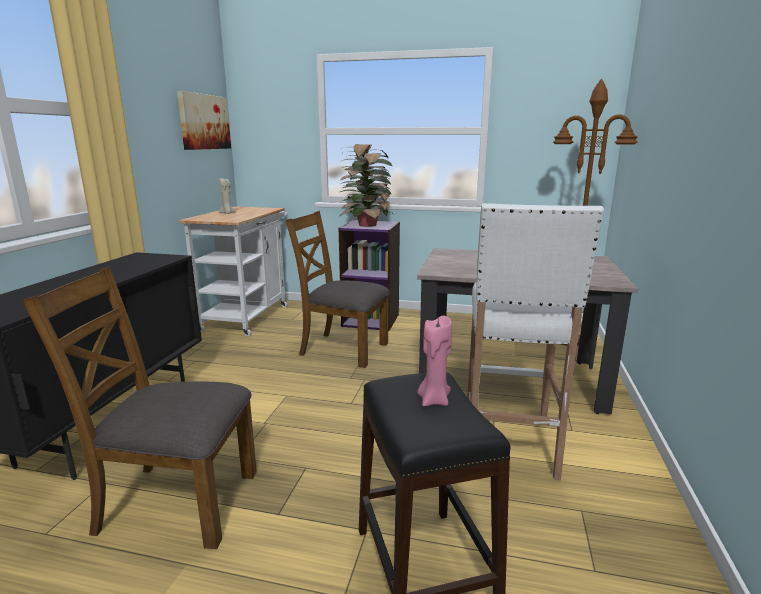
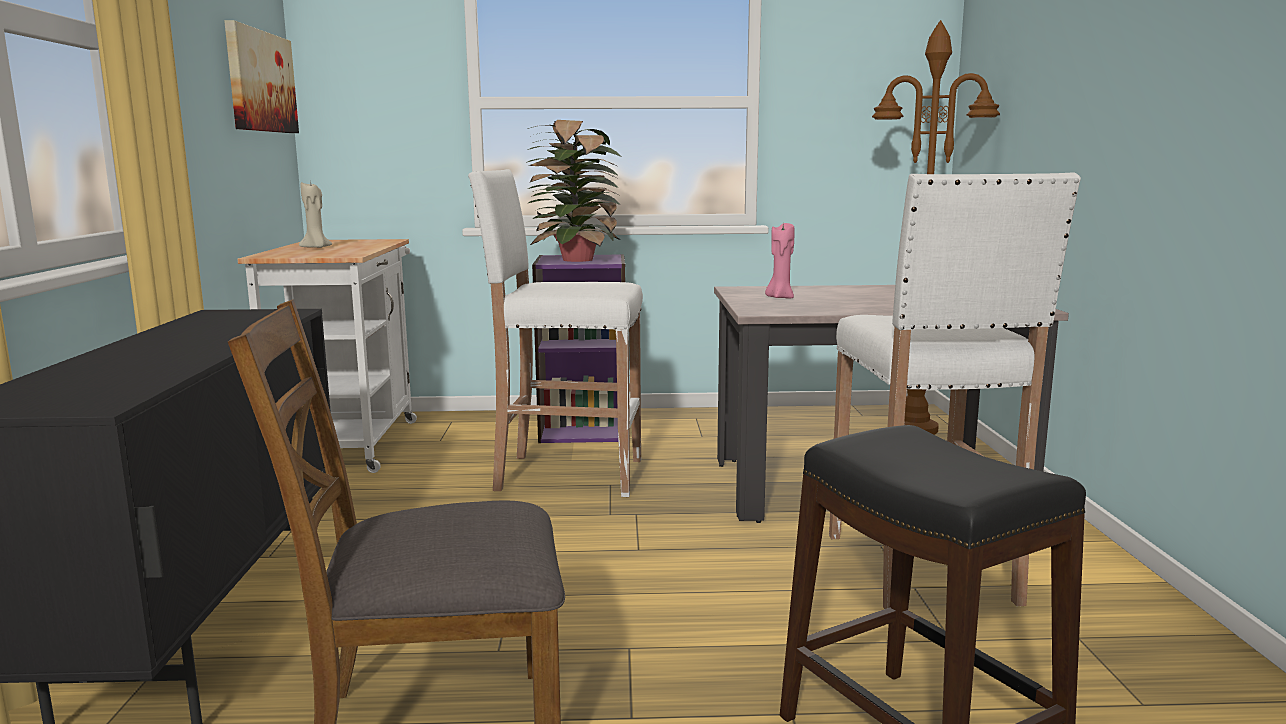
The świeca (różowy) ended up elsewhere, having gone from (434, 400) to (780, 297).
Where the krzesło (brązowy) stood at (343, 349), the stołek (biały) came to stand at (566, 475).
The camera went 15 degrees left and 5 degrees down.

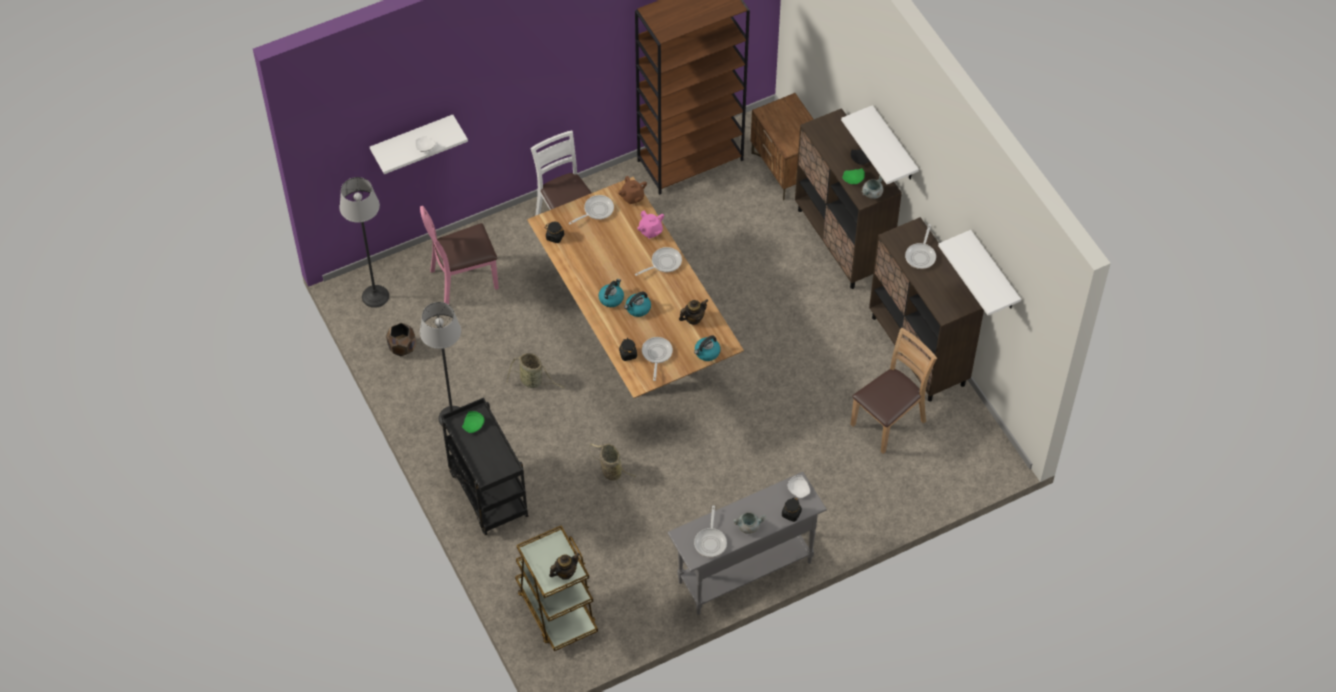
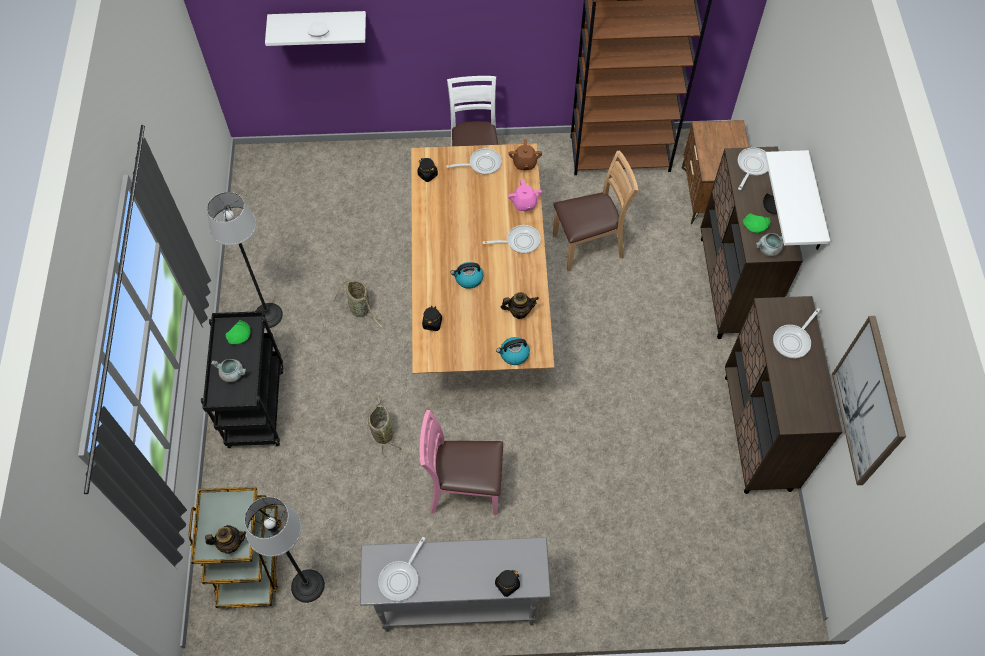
The second view lost the donica (brązowy) at (402, 347).
The second view lost the czajnik at (611, 298).
The second view lost the talerz (biały) at (799, 489).
The lampa stojąca ended up elsewhere, having gone from (375, 296) to (308, 585).
The krzesło (różowy) ended up elsewhere, having gone from (463, 280) to (464, 488).
The patelnia ended up elsewhere, having gone from (656, 355) to (752, 166).
The garnek (szary) ended up elsewhere, having gone from (748, 526) to (233, 373).
The krzesło (brązowy) ended up elsewhere, having gone from (888, 422) to (588, 245).
Where the półka (biały) hung at (994, 272), the obraz came to hang at (869, 402).
The camera went 25 degrees right and 5 degrees up.

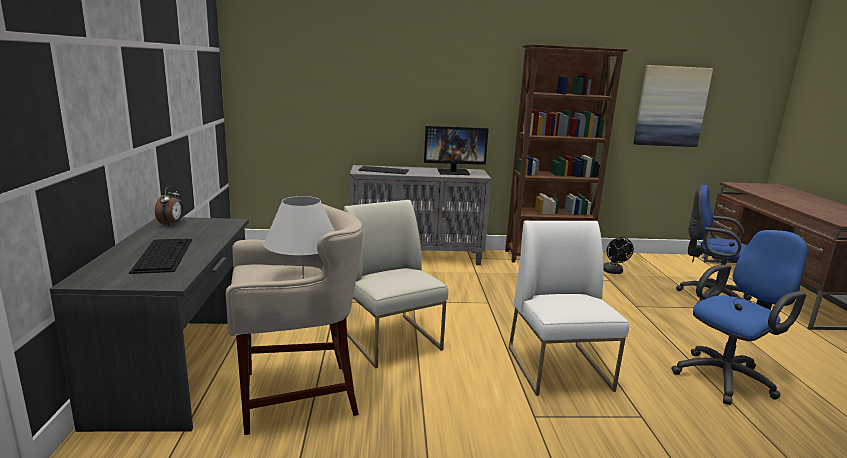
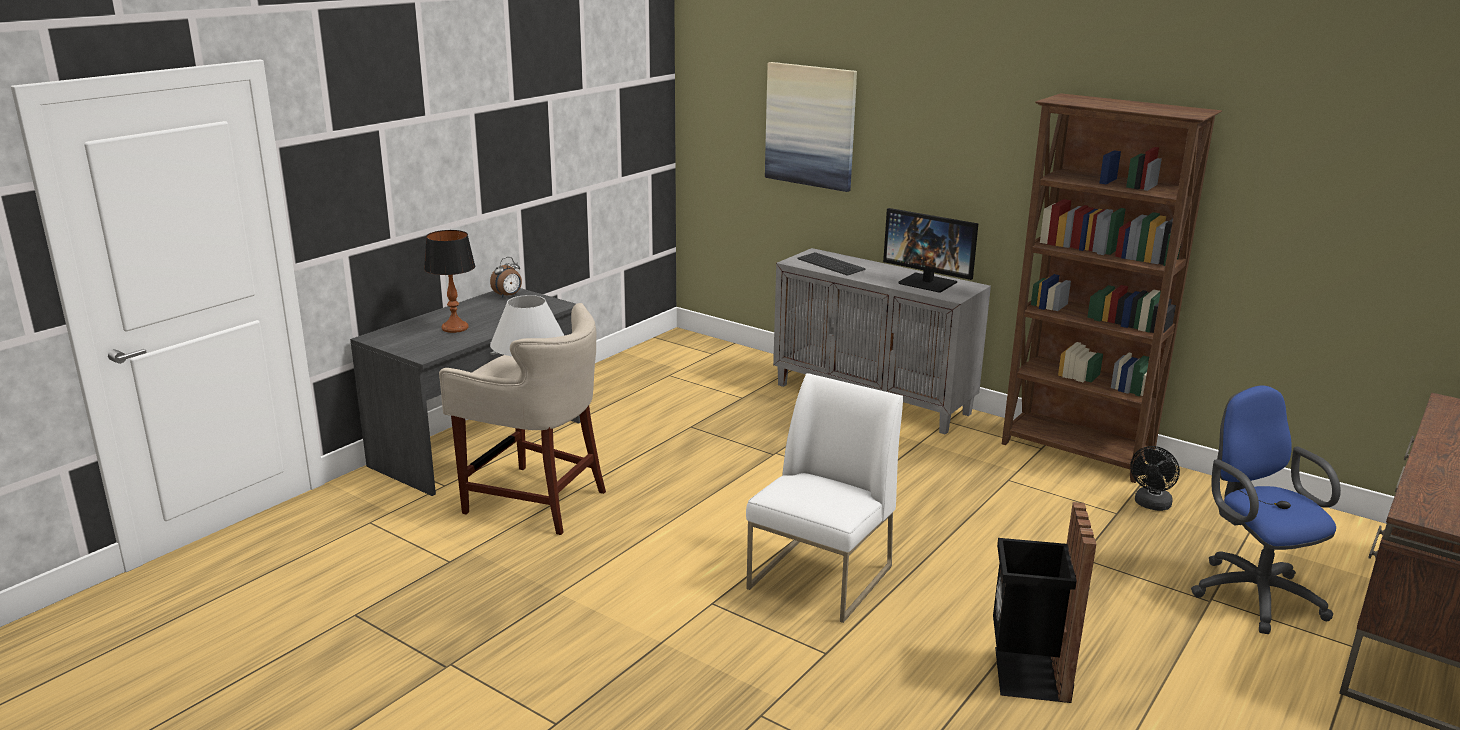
The second view lost the krzesło (biały) at (392, 340).
The obraz ended up elsewhere, having gone from (671, 106) to (810, 126).
Where the klawiatura stood at (163, 255), the lampa stołowa came to stand at (455, 328).
Where the krzesło biurowe (niebieski) stood at (727, 377), the kosz na śmieci (czarny) came to stand at (1027, 674).
The camera went 40 degrees right and 5 degrees up.

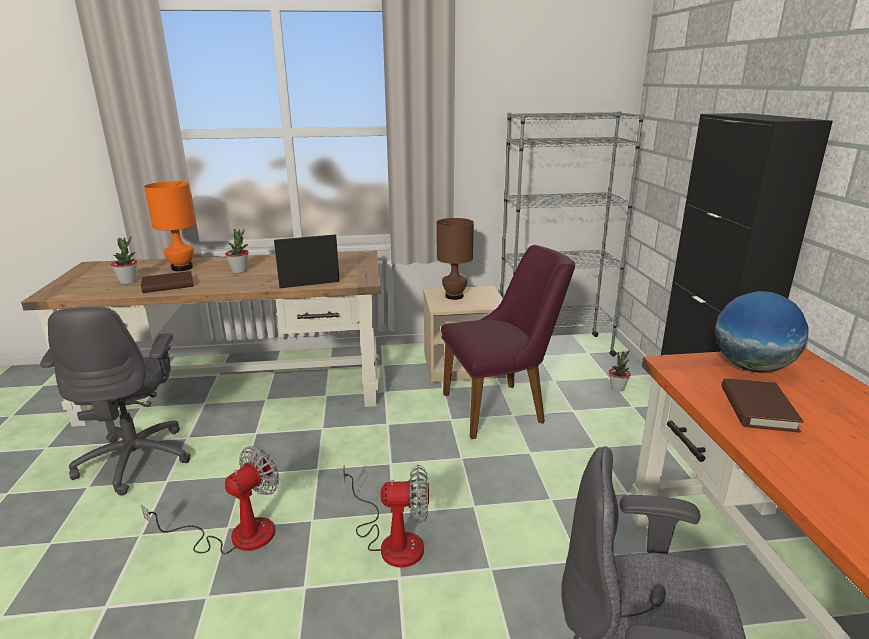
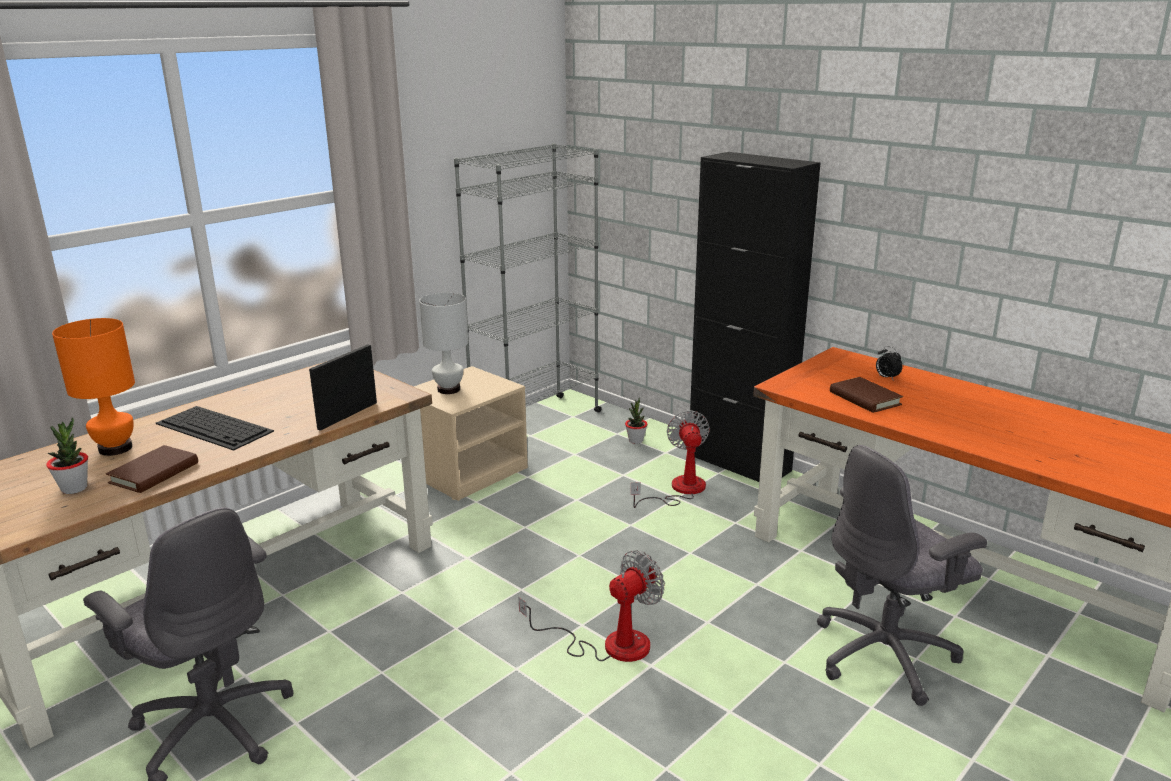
The second view lost the krzesło (fioletowy) at (502, 407).
The second view lost the globus at (751, 367).
The second view gained the budzik at (886, 378).
The wentylator ended up elsewhere, having gone from (236, 535) to (679, 490).
Where the roślina doniczkowa stood at (239, 271), the klawiatura came to stand at (215, 427).
What was the lampa stołowa (brązowy) at (454, 296) turned into the lampa stołowa (biały) at (448, 389).
The camera went 40 degrees left and 0 degrees up.

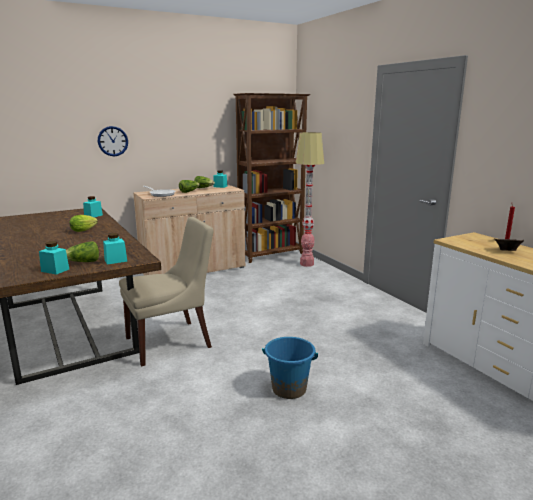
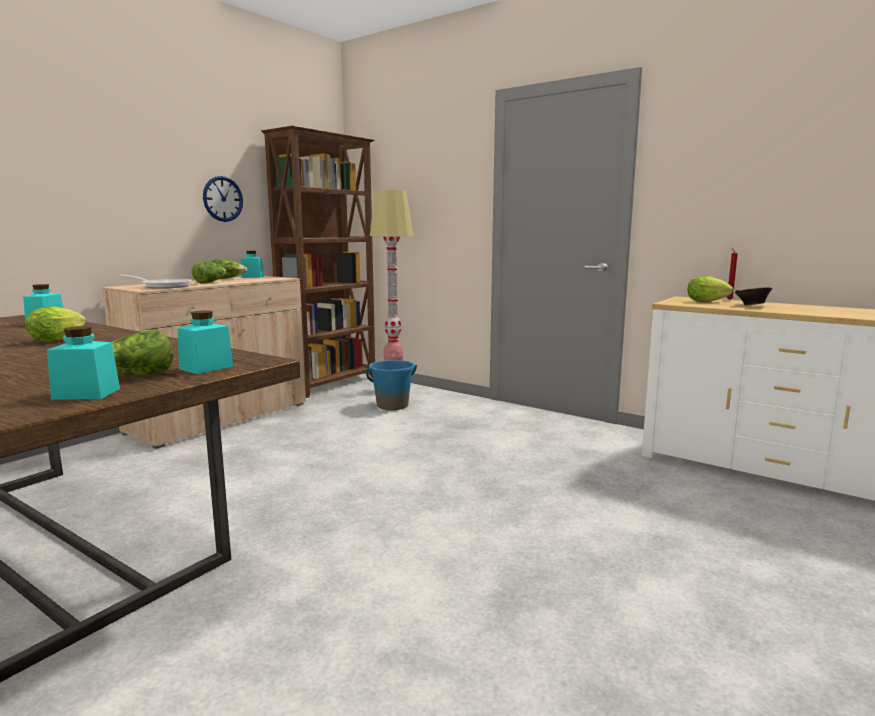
The second view lost the krzesło (beżowy) at (171, 342).
The second view gained the sałata at (709, 302).
The zegar ścienny ended up elsewhere, having gone from (113, 141) to (223, 199).
The wiadro (niebieski) ended up elsewhere, having gone from (289, 389) to (392, 405).
The camera went 25 degrees left and 5 degrees down.

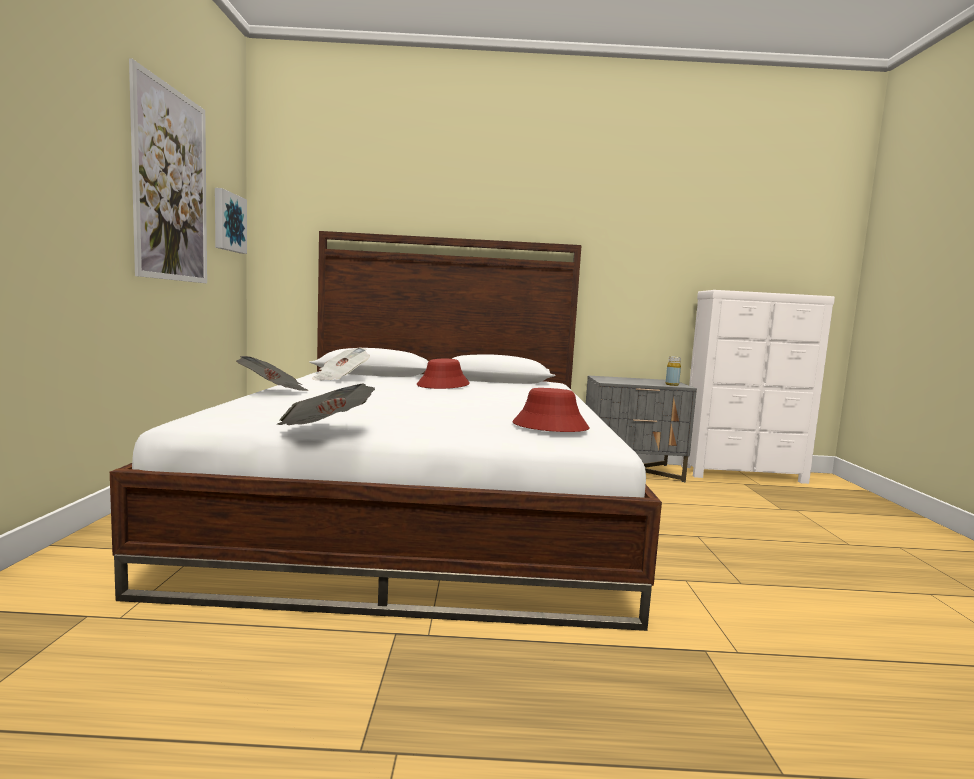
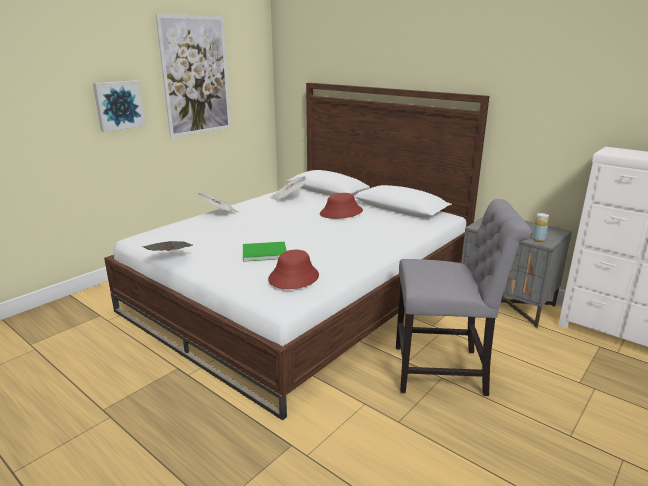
The second view gained the książka (zielony) at (263, 252).
The second view gained the krzesło (szary) at (445, 371).
The obraz ended up elsewhere, having gone from (228, 222) to (118, 105).
The camera went 40 degrees right and 15 degrees up.

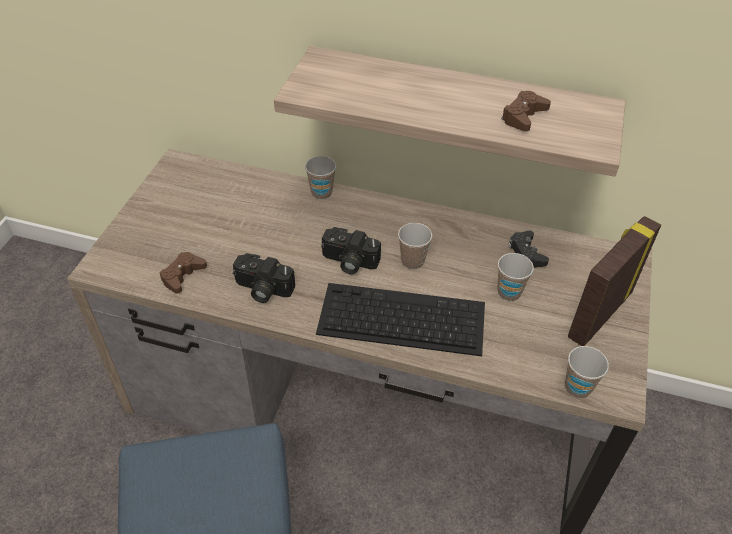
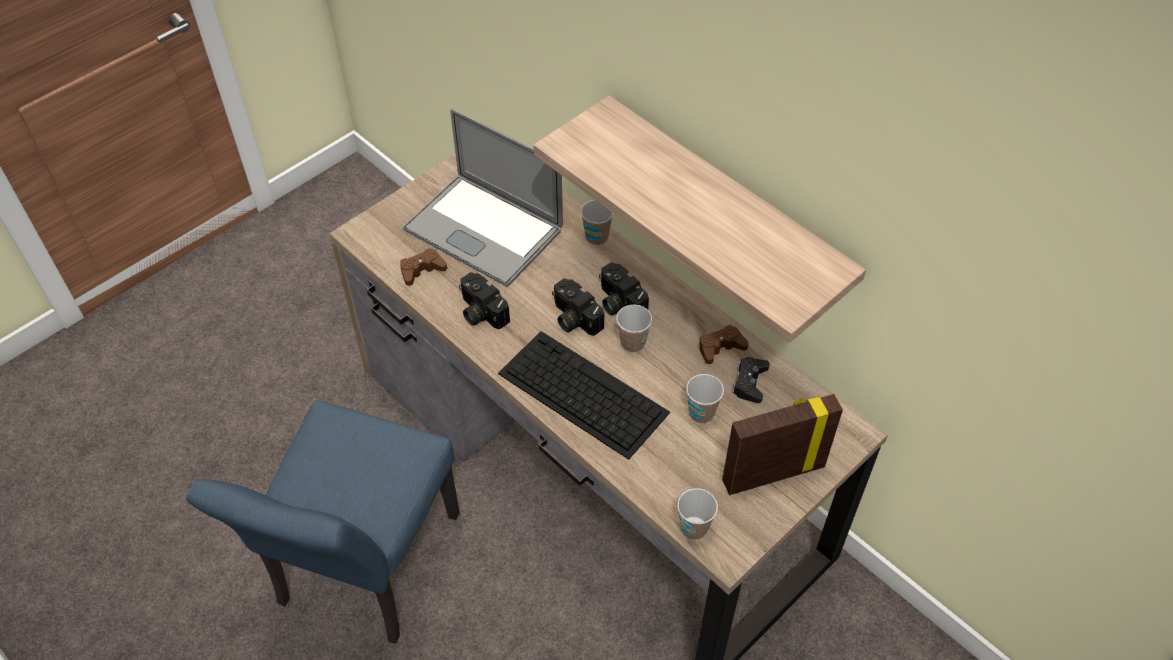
The second view gained the laptop at (483, 229).
The second view gained the aparat fotograficzny at (618, 302).
The pad do gier (brązowy) ended up elsewhere, having gone from (523, 116) to (720, 347).
The camera went 30 degrees right and 5 degrees up.

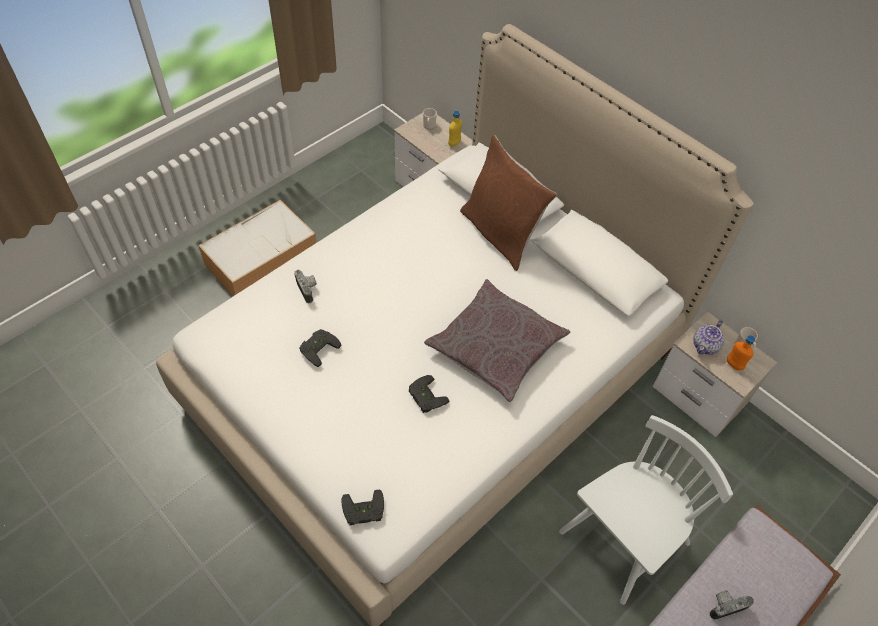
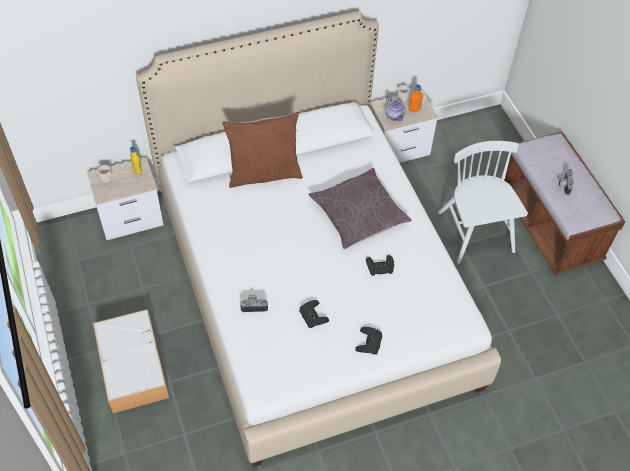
The pad do gier (czarny) ended up elsewhere, having gone from (363, 511) to (371, 343).
The camera went 65 degrees left and 0 degrees up.

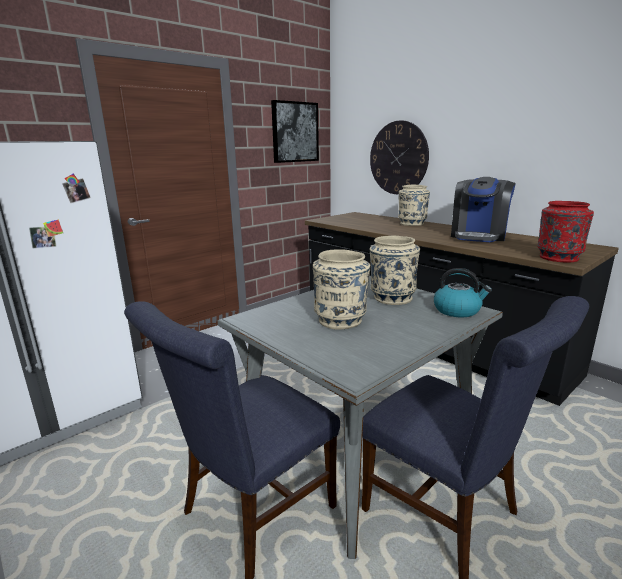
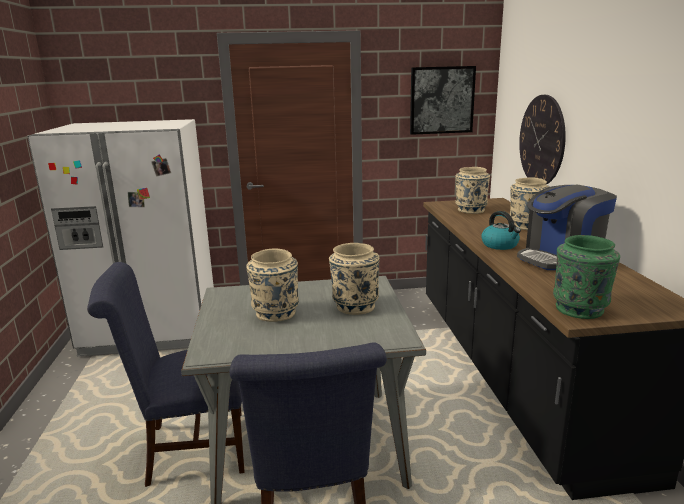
The second view gained the wazon (beżowy) at (470, 210).
The czajnik ended up elsewhere, having gone from (457, 310) to (500, 245).
What was the wazon (czerwony) at (558, 257) turned into the wazon (zielony) at (580, 308).
The camera went 35 degrees right and 0 degrees up.

